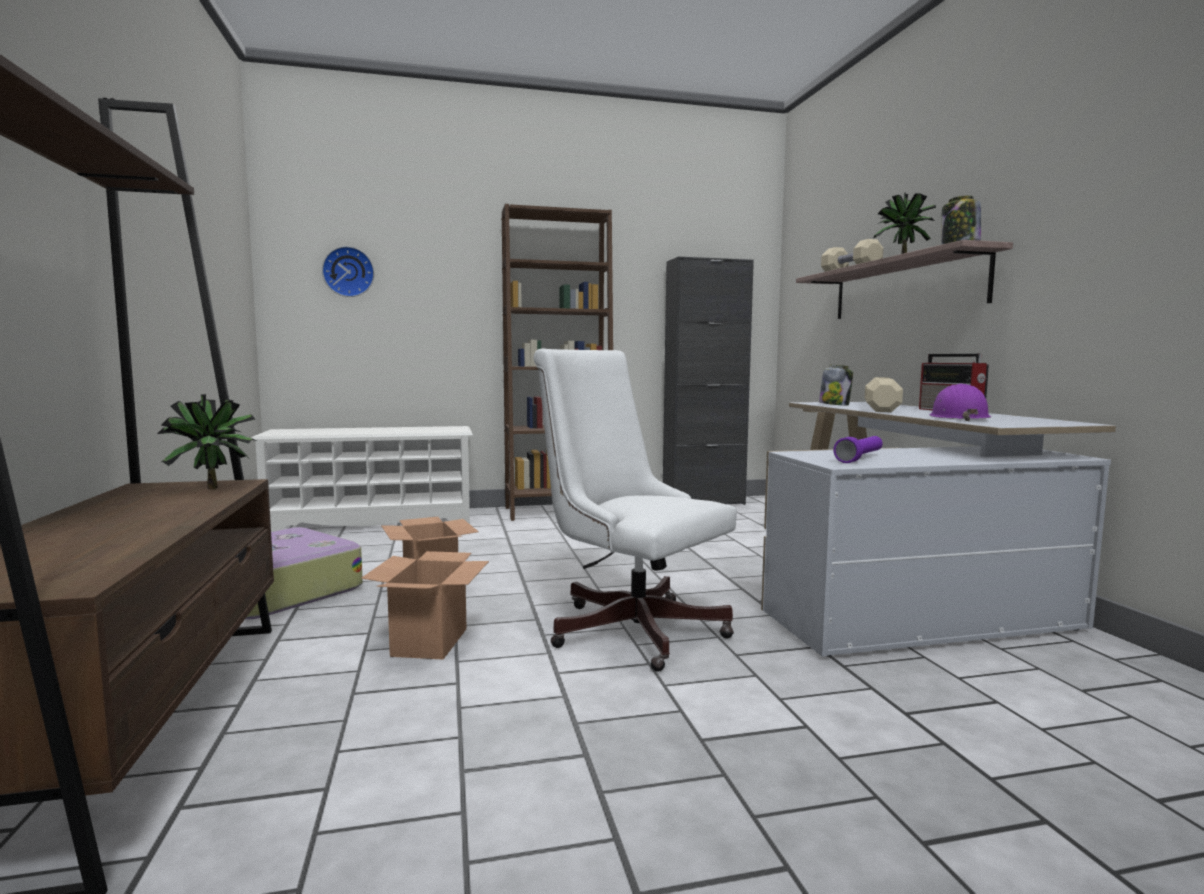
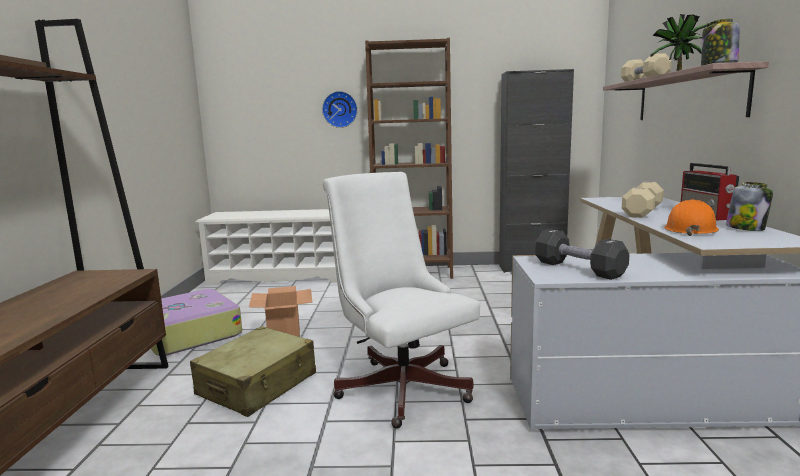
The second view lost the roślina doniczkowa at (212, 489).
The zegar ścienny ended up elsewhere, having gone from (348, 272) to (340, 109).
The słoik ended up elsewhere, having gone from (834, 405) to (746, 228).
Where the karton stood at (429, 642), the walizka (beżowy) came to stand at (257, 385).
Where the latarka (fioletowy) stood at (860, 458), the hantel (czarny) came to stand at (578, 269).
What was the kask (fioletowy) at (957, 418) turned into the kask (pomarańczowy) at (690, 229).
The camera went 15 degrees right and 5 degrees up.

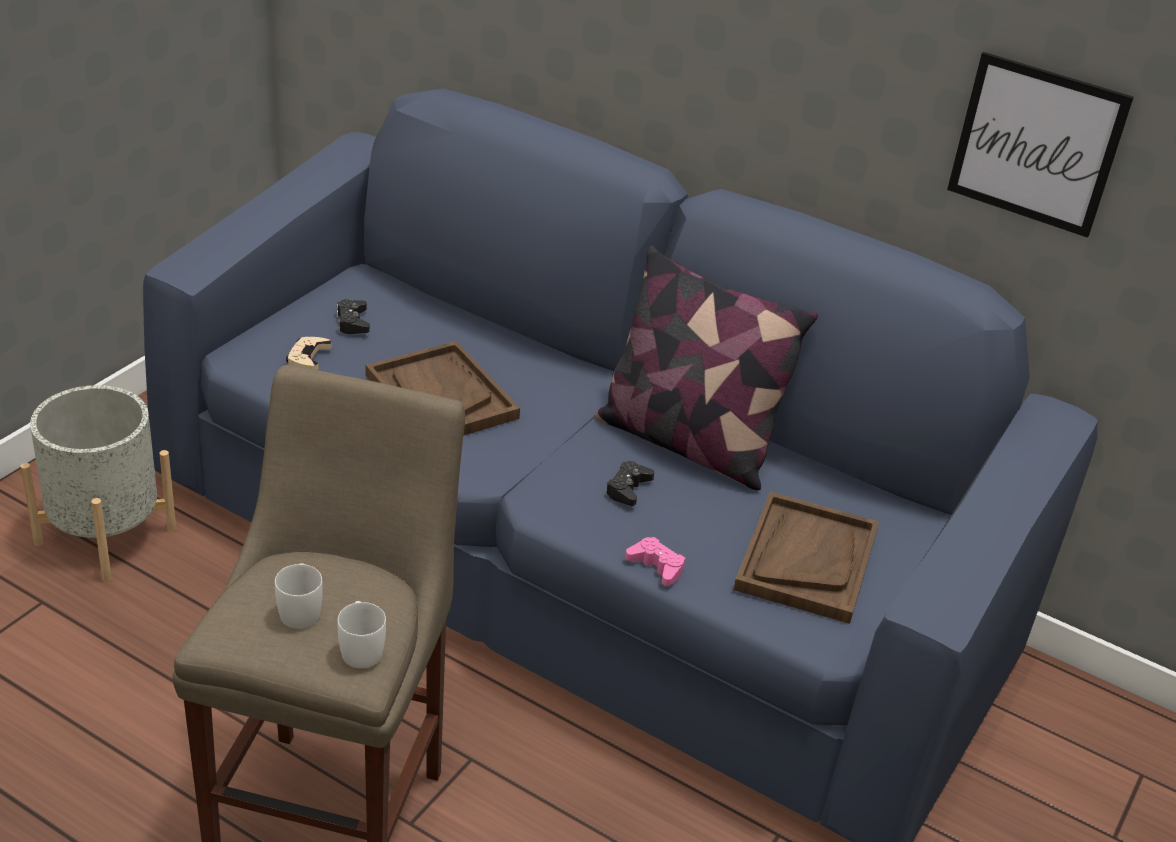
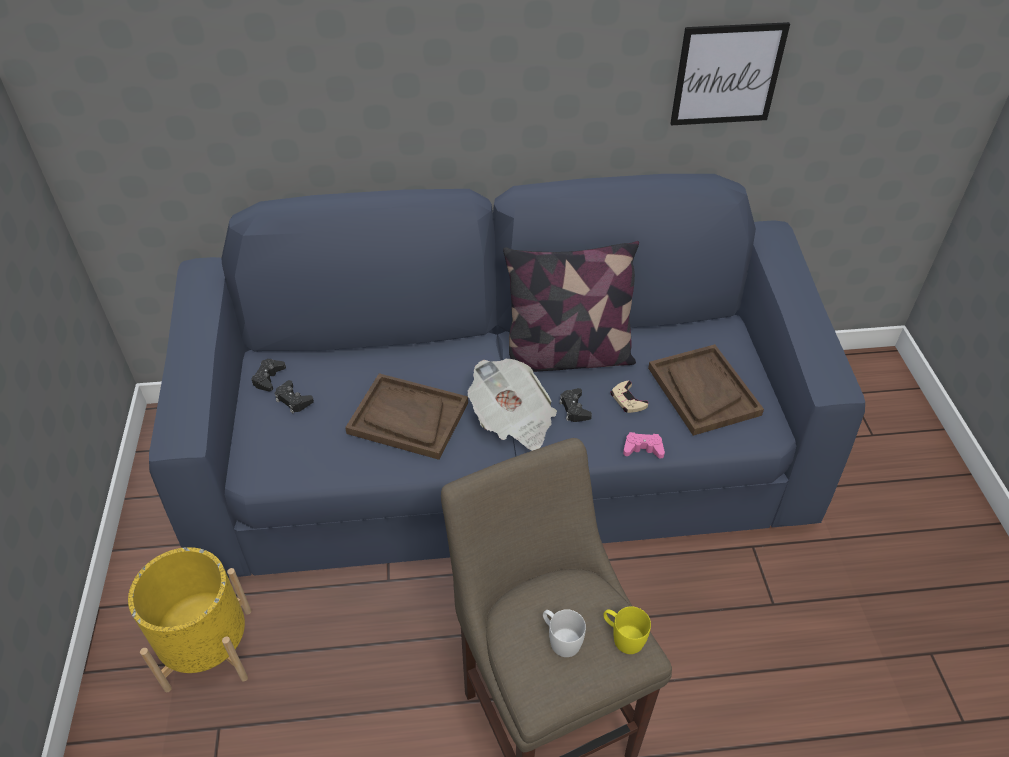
The second view gained the pad do gier (czarny) at (268, 378).
The second view gained the gazeta at (513, 420).
The pad do gier (beżowy) ended up elsewhere, having gone from (308, 357) to (628, 400).
What was the donica (szary) at (105, 536) turned into the donica (żółty) at (209, 649).
What was the kubek (biały) at (361, 648) turned into the kubek (żółty) at (623, 636).
The camera went 35 degrees left and 10 degrees up.

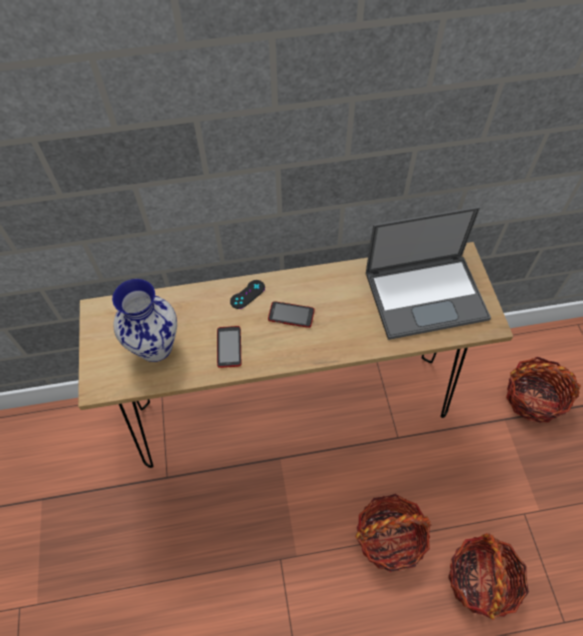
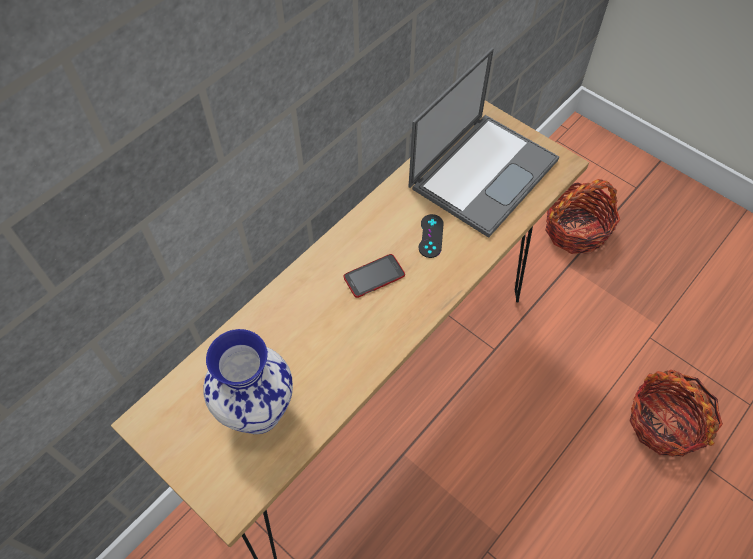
The second view lost the telefon at (229, 347).
The second view lost the koszyk at (389, 538).
The pad do gier (czarny) ended up elsewhere, having gone from (247, 294) to (431, 236).
The camera went 40 degrees left and 0 degrees up.

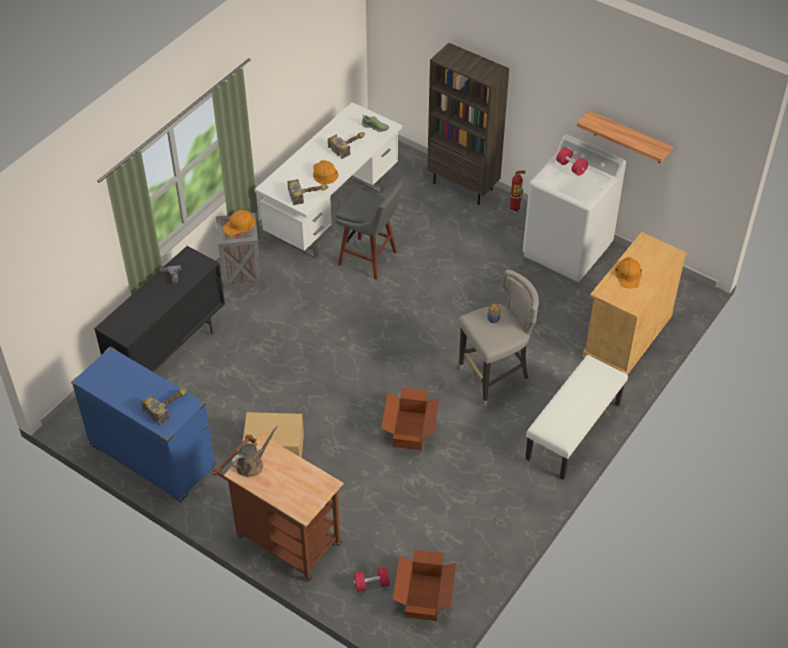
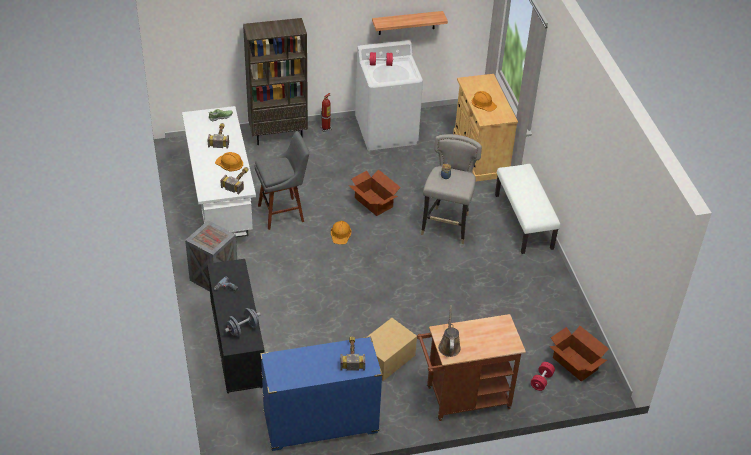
The second view gained the hantel (szary) at (243, 329).
The kask (pomarańczowy) ended up elsewhere, having gone from (239, 225) to (340, 234).
The karton ended up elsewhere, having gone from (409, 430) to (373, 203).
The camera went 50 degrees left and 5 degrees down.

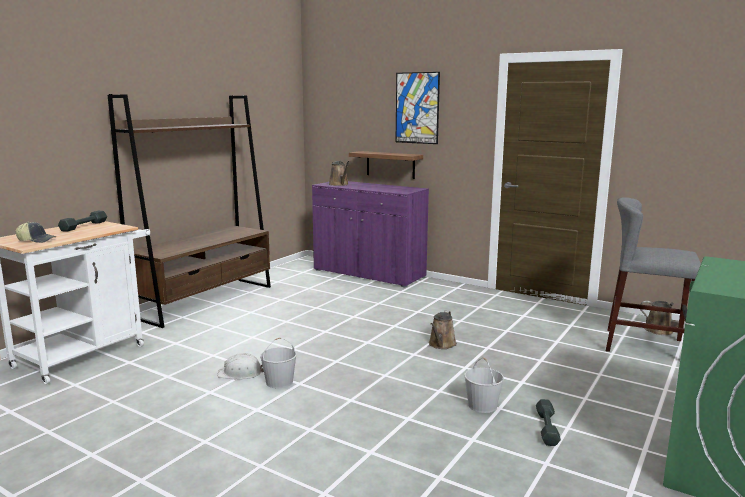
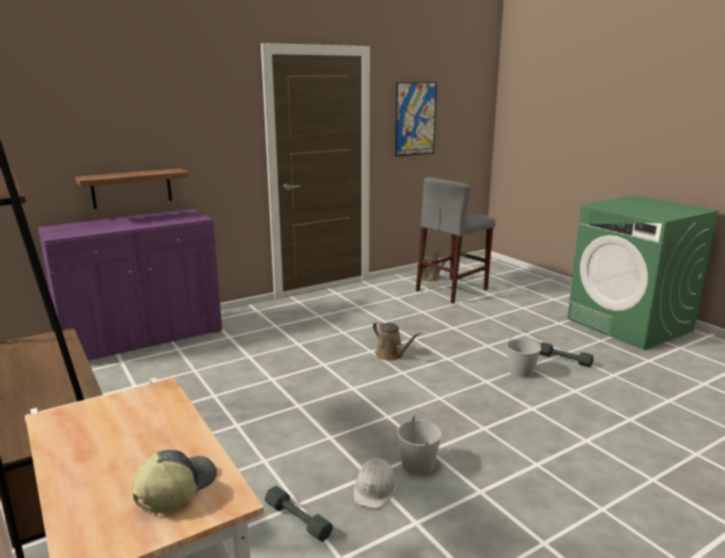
The second view lost the konewka (brązowy) at (339, 184).
The hantel (szary) ended up elsewhere, having gone from (84, 226) to (298, 519).
The obraz ended up elsewhere, having gone from (417, 108) to (415, 119).
The camera went 65 degrees left and 5 degrees up.

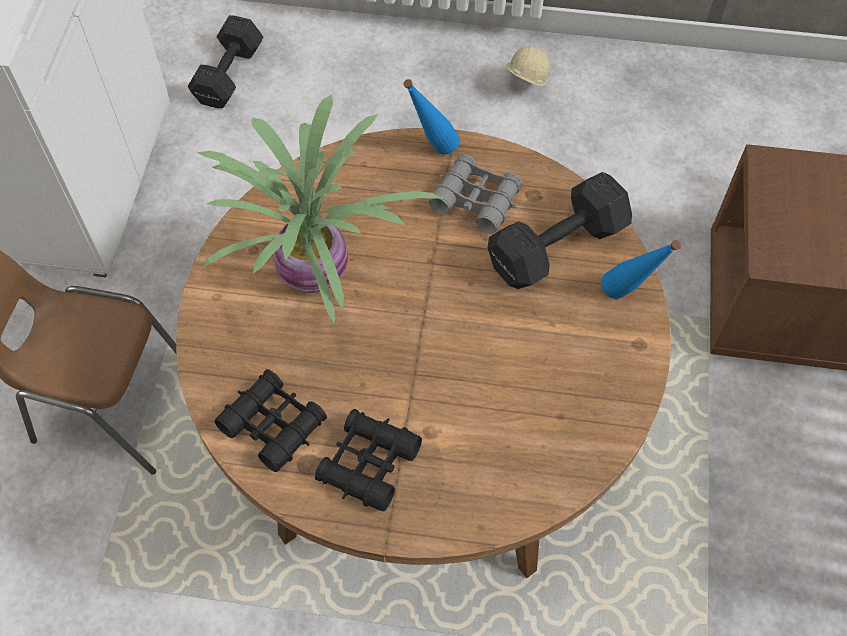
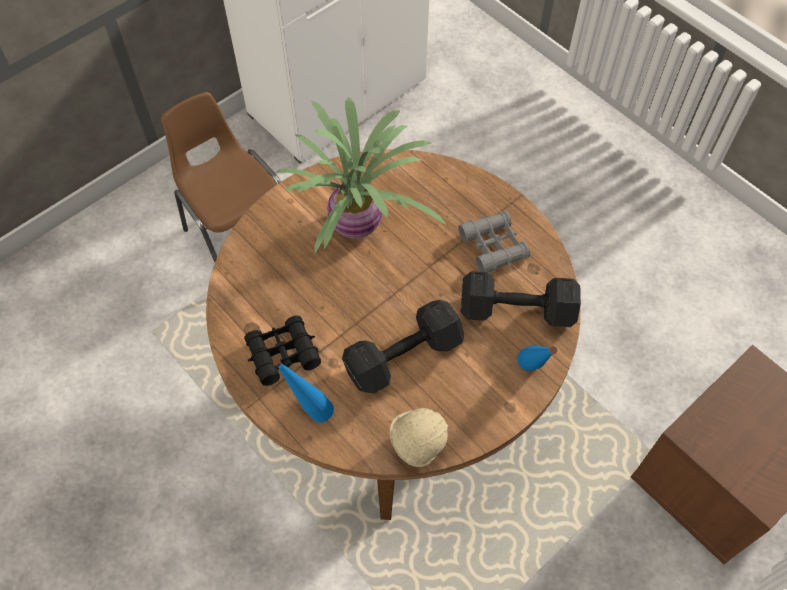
The second view lost the lornetka (czarny) at (273, 424).
The hantel (czarny) ended up elsewhere, having gone from (230, 74) to (406, 356).
The butelka (niebieski) ended up elsewhere, having gone from (431, 151) to (309, 409).
The kask (beżowy) ended up elsewhere, having gone from (523, 87) to (417, 445).
The camera went 40 degrees right and 0 degrees up.

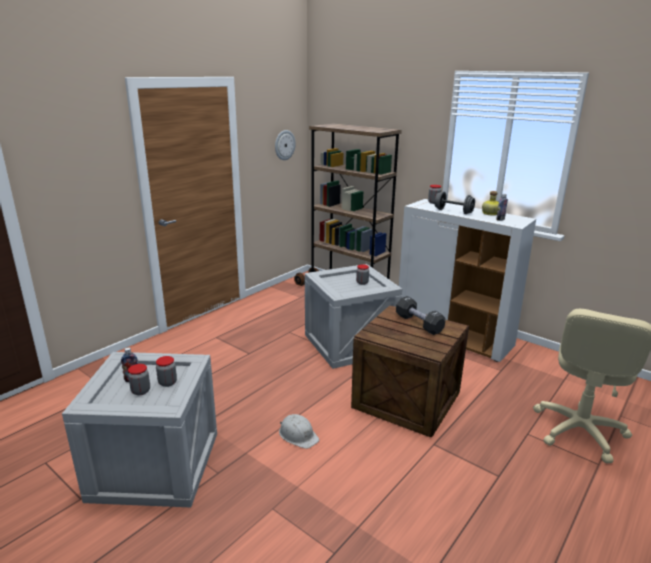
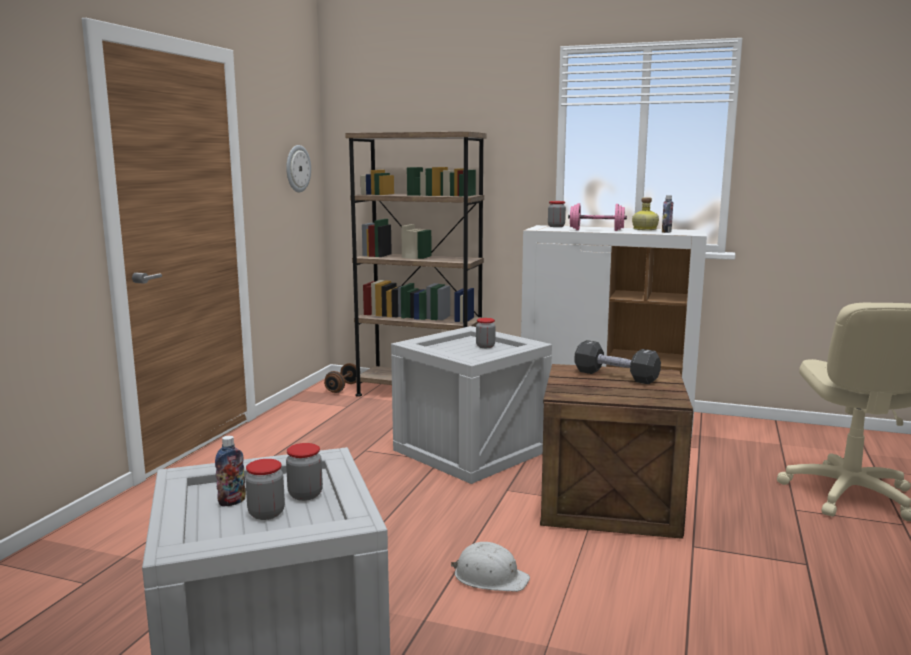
What was the hantel (szary) at (453, 211) turned into the hantel (różowy) at (596, 230).
The camera went 20 degrees left and 10 degrees down.

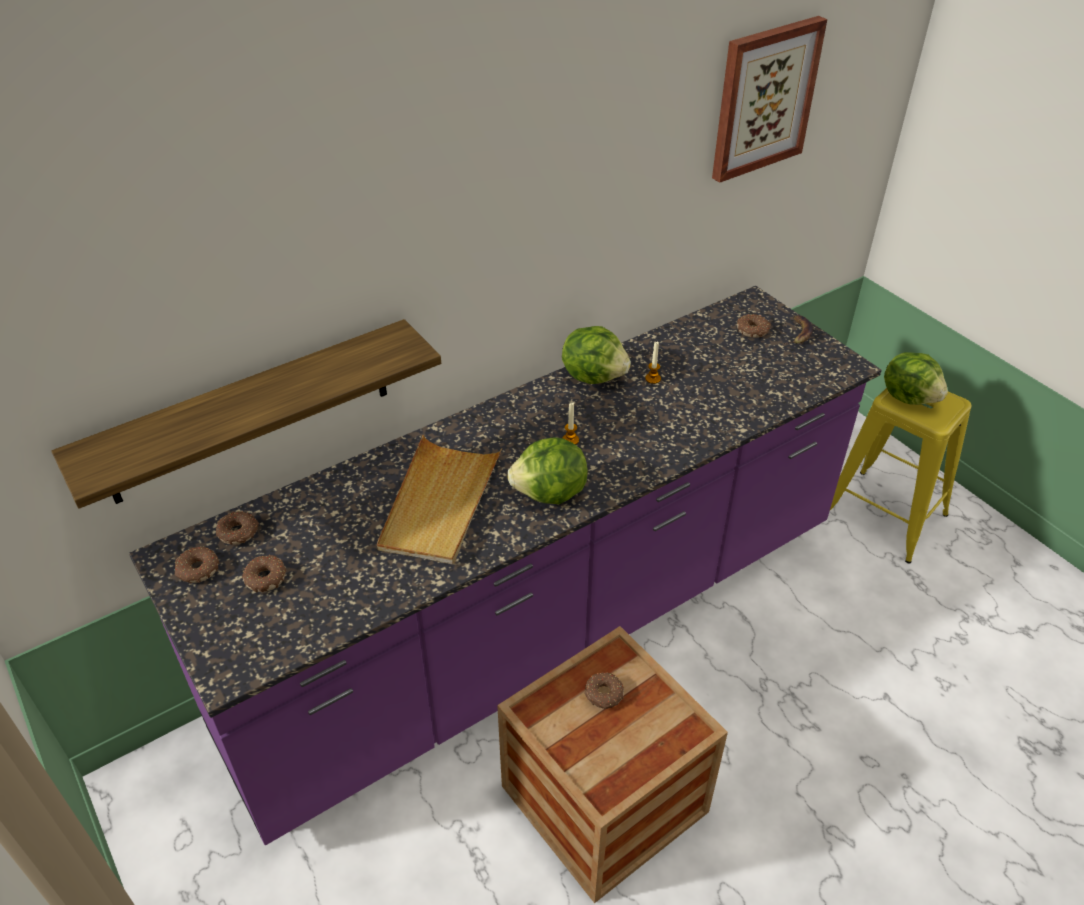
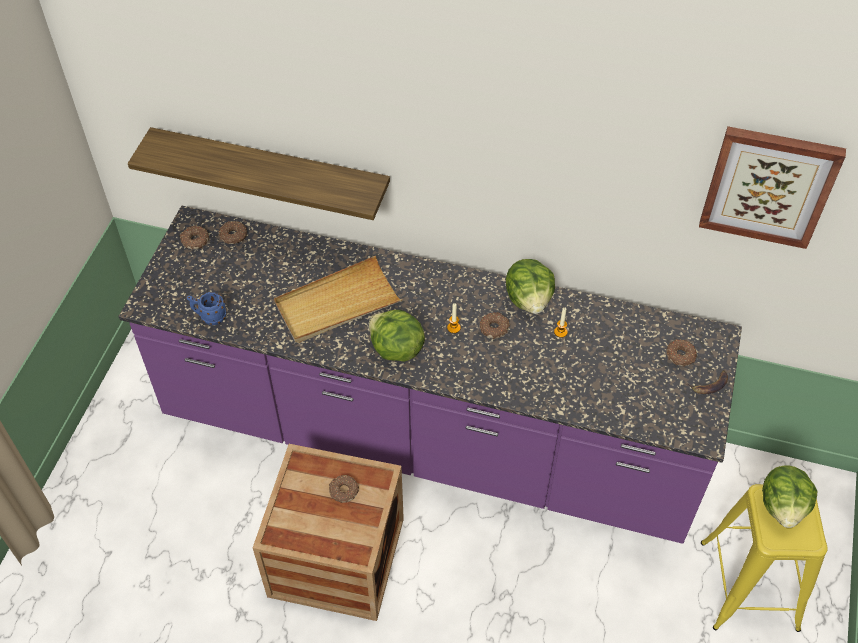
The second view gained the kubek (niebieski) at (209, 317).
The donut ended up elsewhere, having gone from (265, 577) to (494, 328).
The camera went 50 degrees right and 10 degrees up.

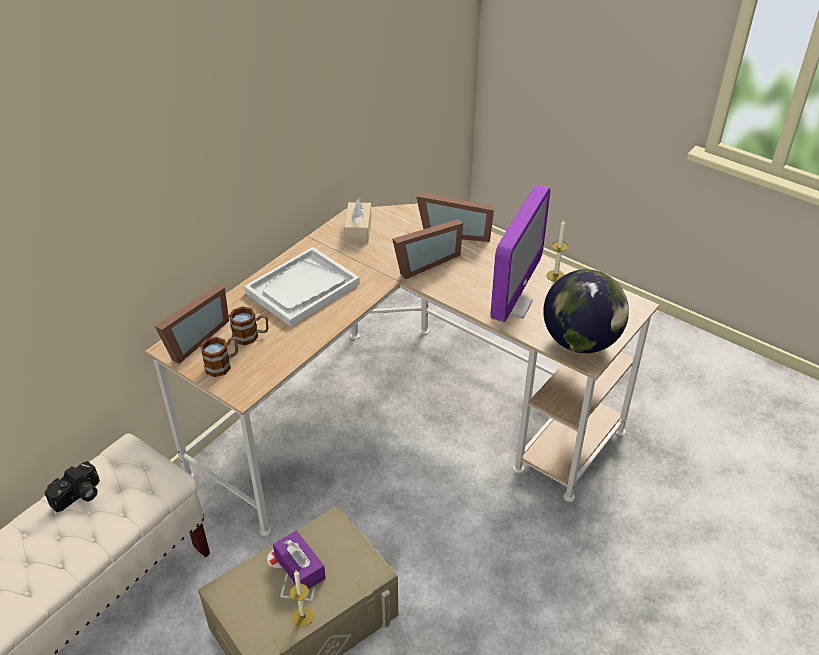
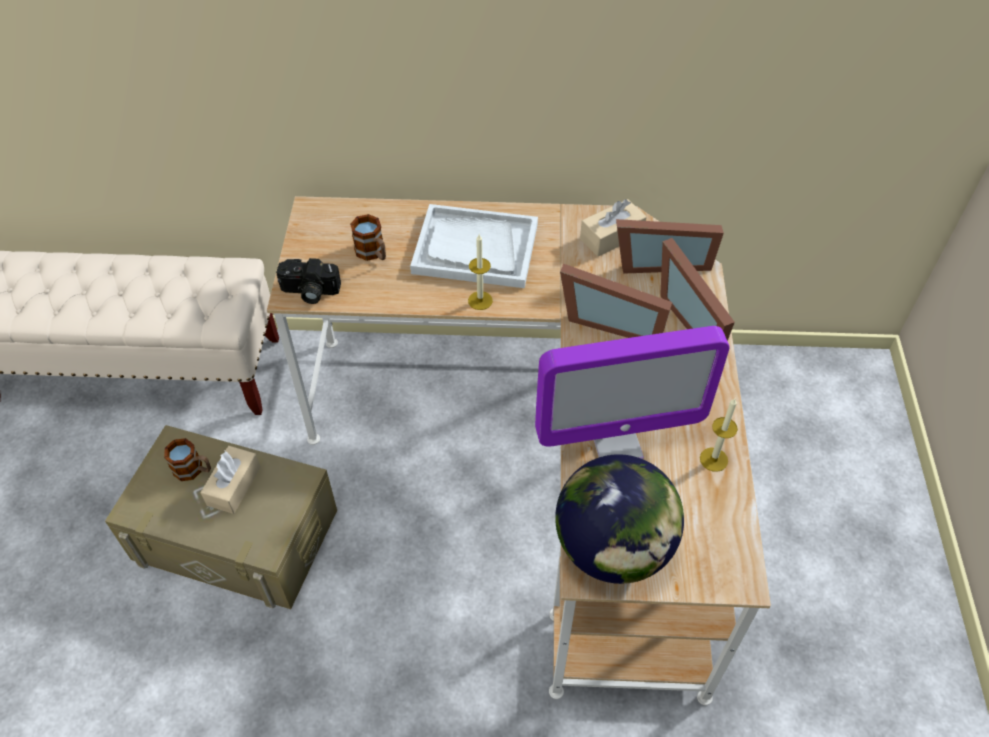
The aparat fotograficzny ended up elsewhere, having gone from (78, 496) to (309, 292).
The ramka na zdjęcie ended up elsewhere, having gone from (192, 339) to (660, 261).
The kubek ended up elsewhere, having gone from (223, 364) to (193, 470).
The świeca ended up elsewhere, having gone from (302, 616) to (480, 300).
What was the pudełko chusteczek (fioletowy) at (300, 567) turned into the pudełko chusteczek (beżowy) at (234, 485).
The camera went 55 degrees right and 10 degrees up.

